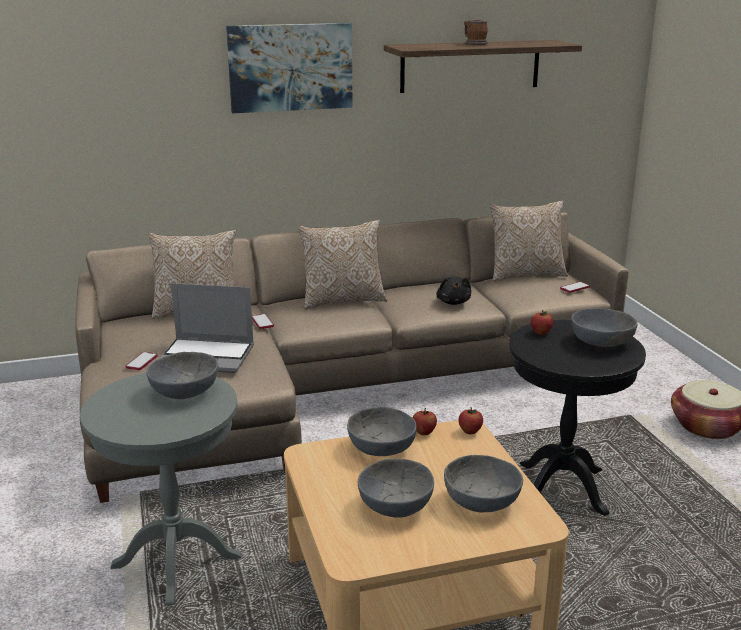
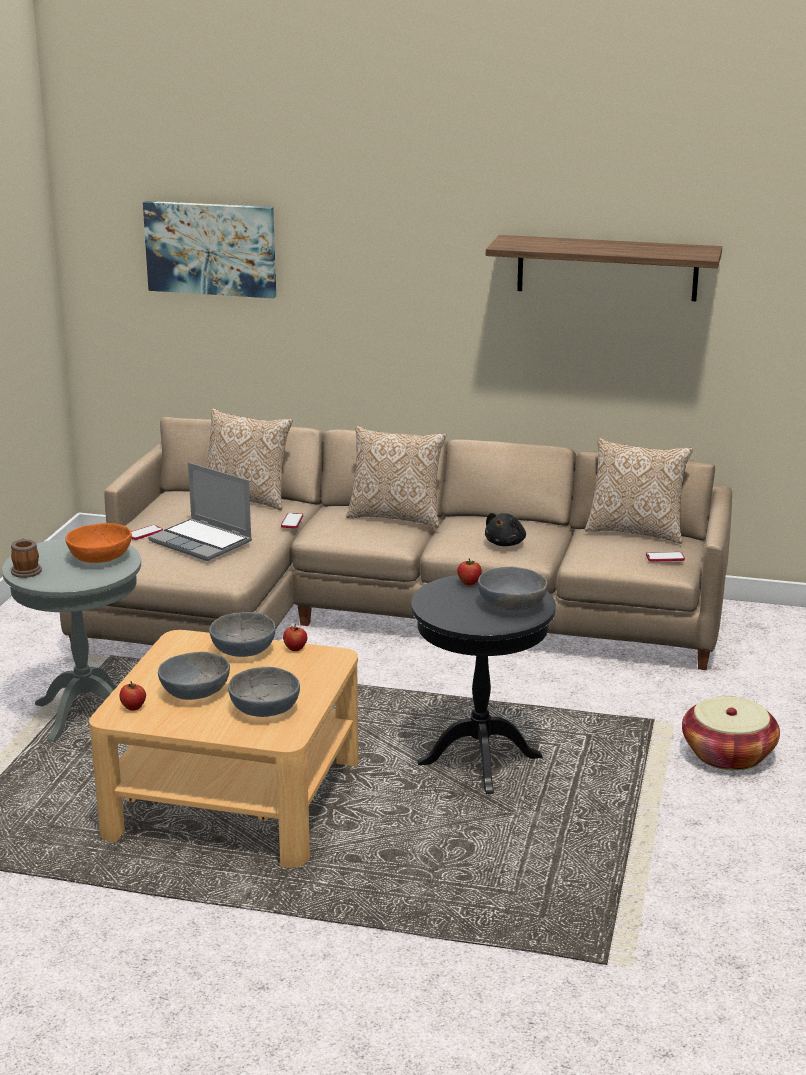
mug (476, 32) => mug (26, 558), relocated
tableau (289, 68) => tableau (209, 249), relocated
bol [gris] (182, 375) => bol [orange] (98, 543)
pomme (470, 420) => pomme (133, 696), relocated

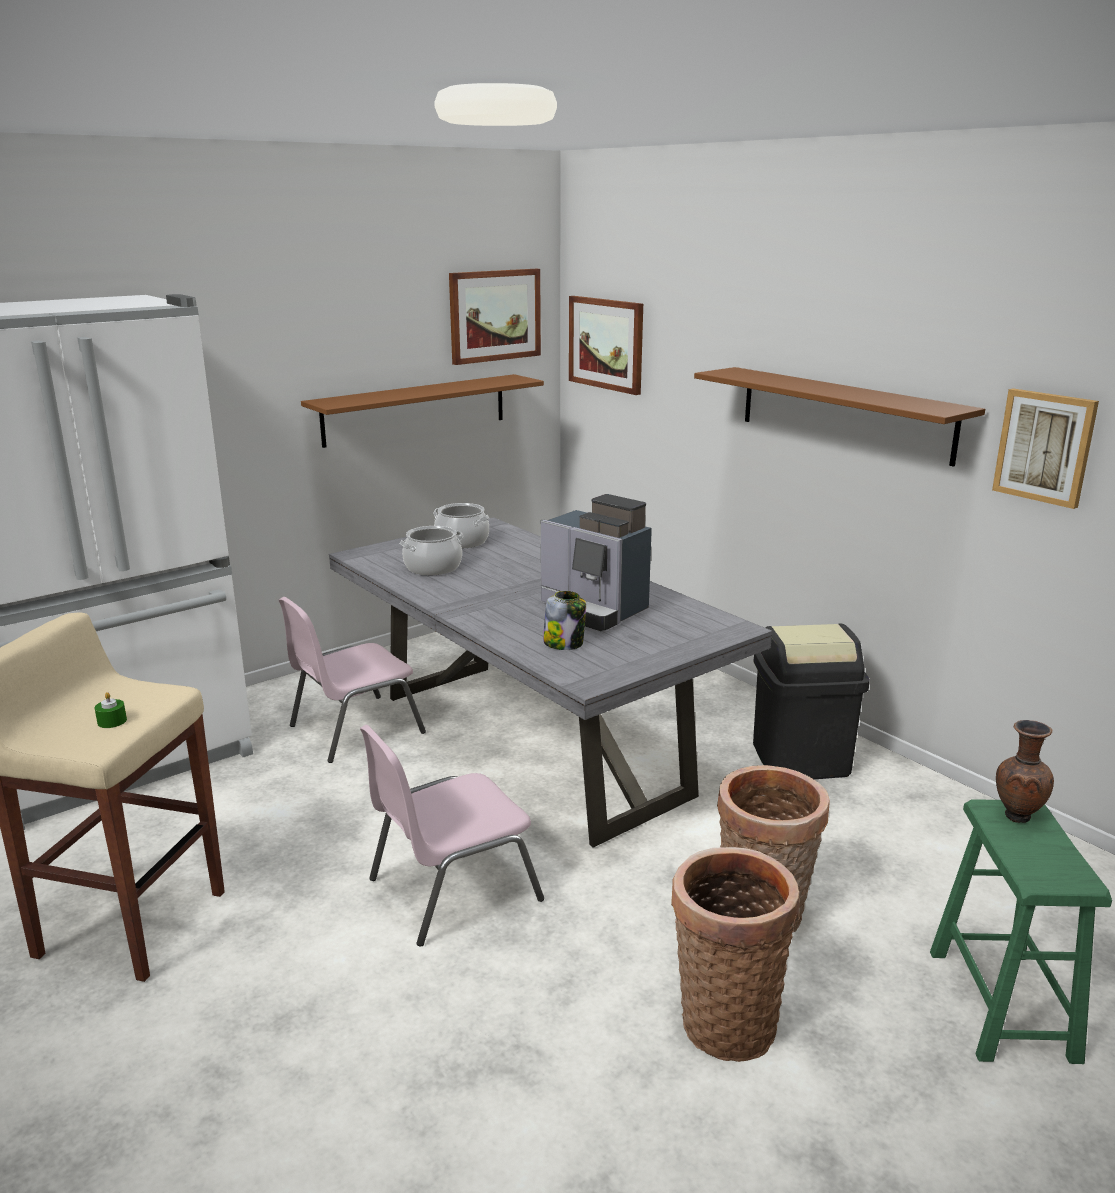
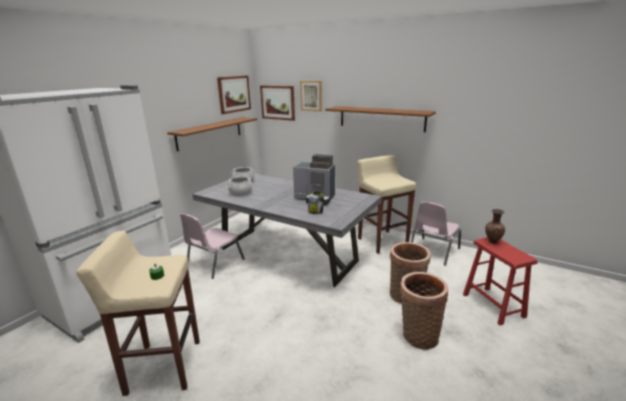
tableau (1045, 448) => tableau (311, 96), relocated
poubelle [noir] (811, 701) => tabouret [beige] (386, 204)
chaise [rose] (452, 835) => chaise [rose] (436, 234), relocated
tabouret [vert] (1021, 931) => tabouret [rouge] (500, 281)

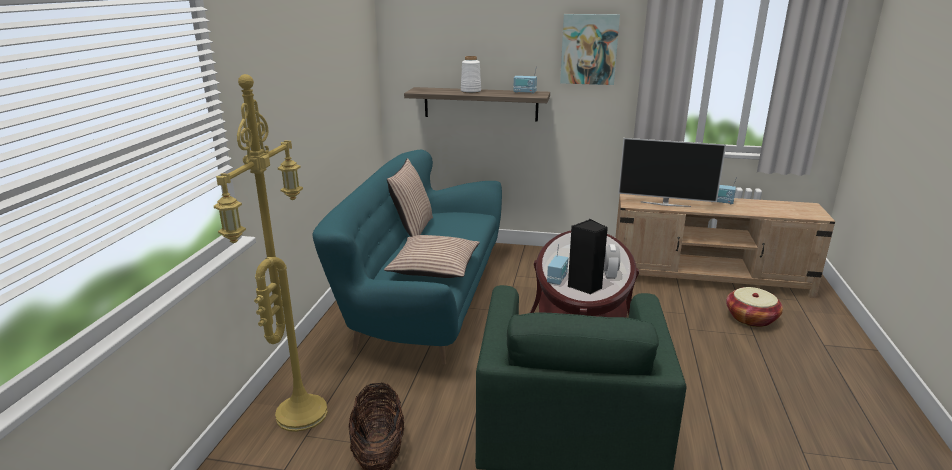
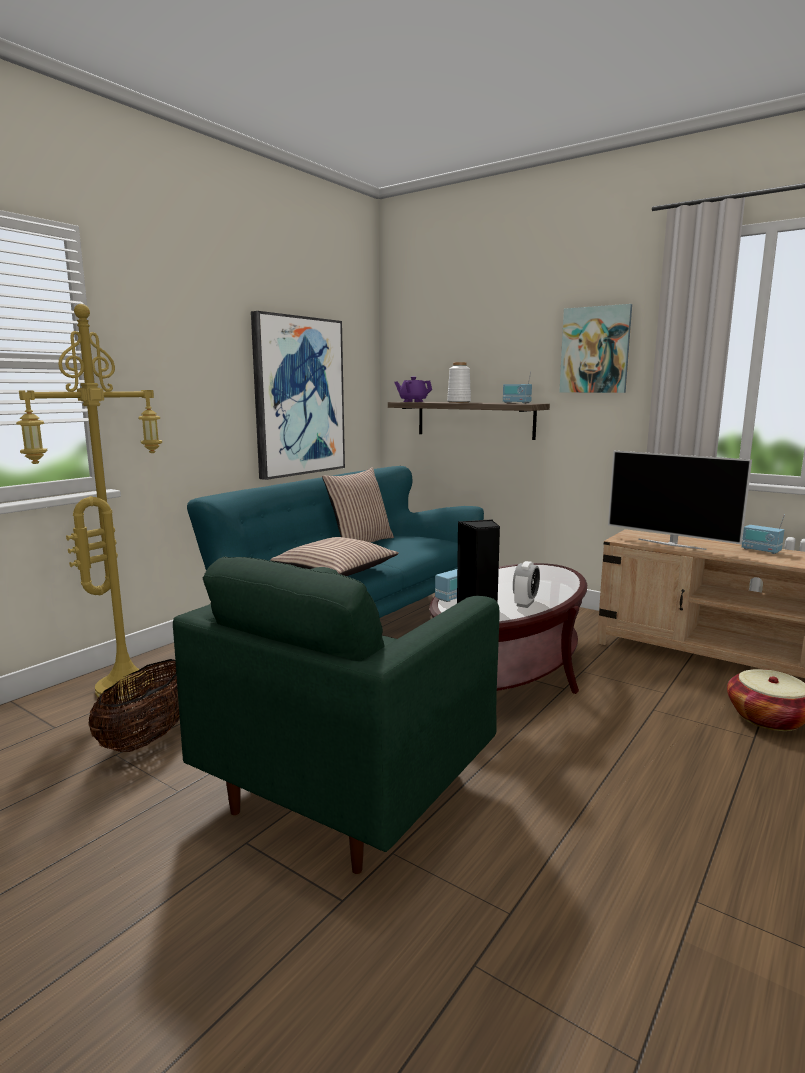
nothing => tableau (298, 395)
nothing => théière [violet] (413, 389)

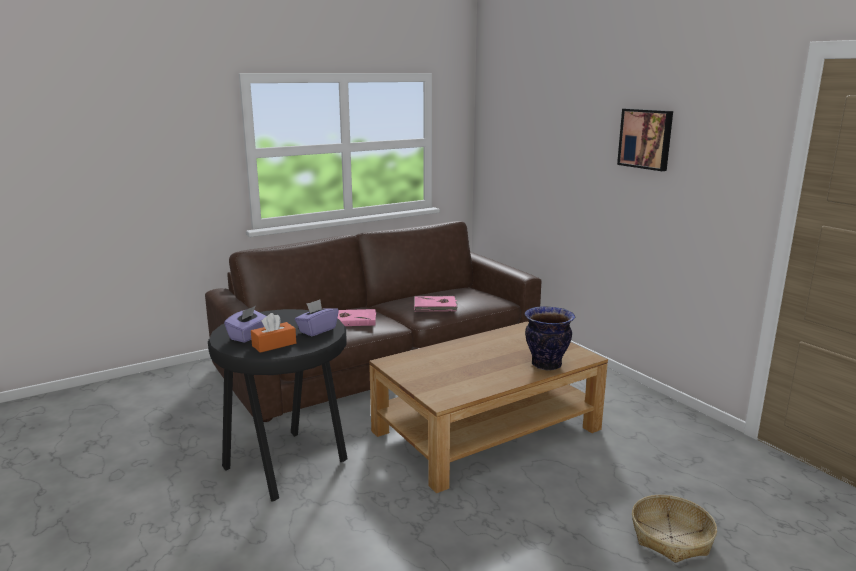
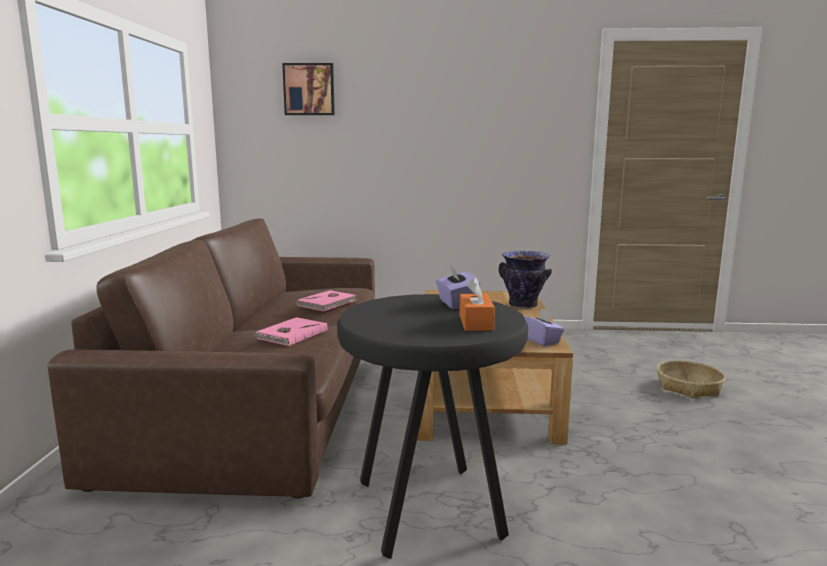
tableau (645, 139) => tableau (308, 89), relocated
boîte à mouchoirs [violet] (245, 324) => boîte à mouchoirs [violet] (544, 327), relocated

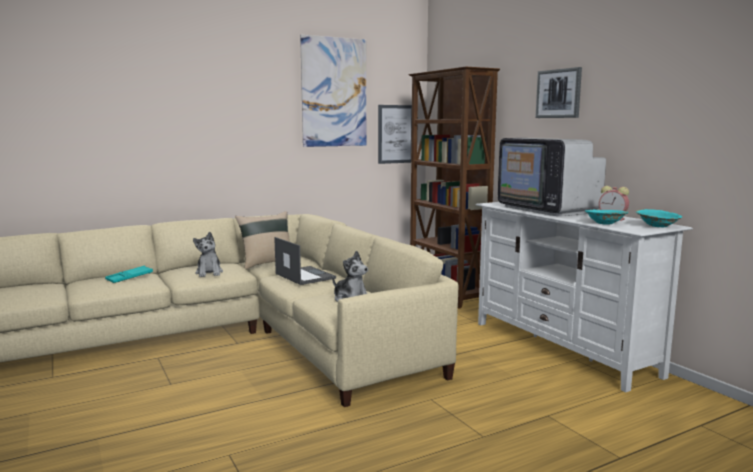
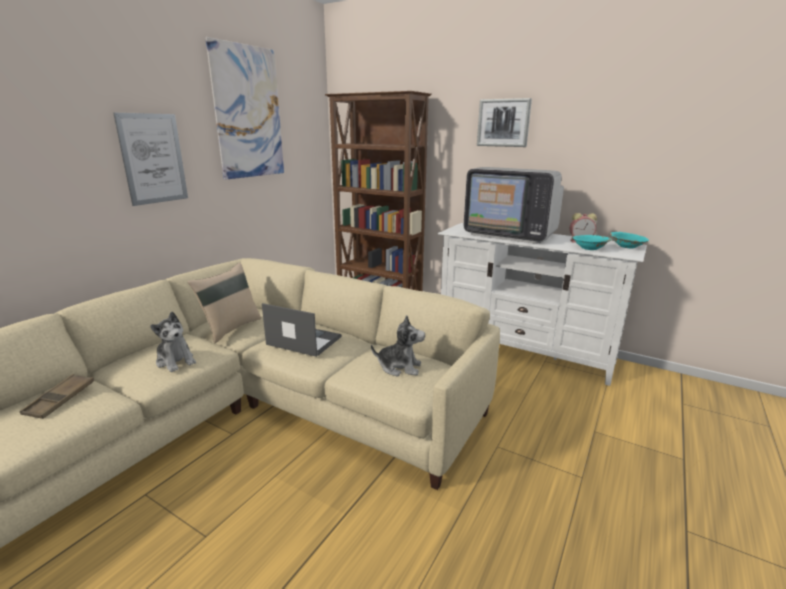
tableau (395, 134) => tableau (150, 159), relocated
plateau [turquoise] (129, 274) => plateau [marron] (57, 396)

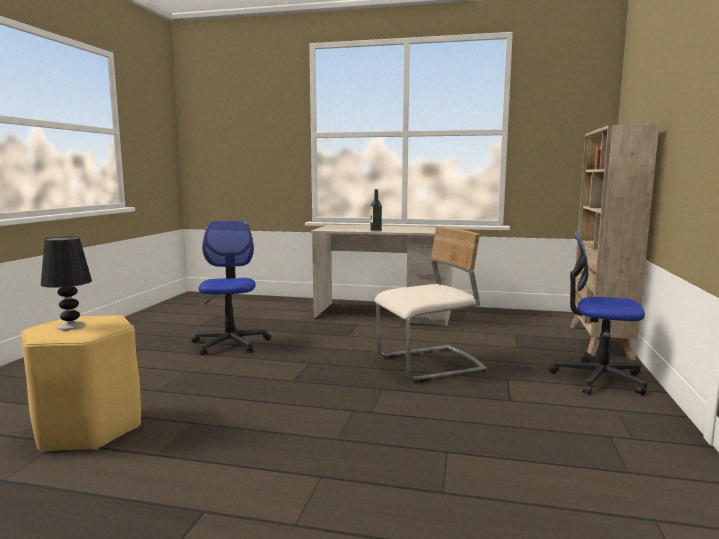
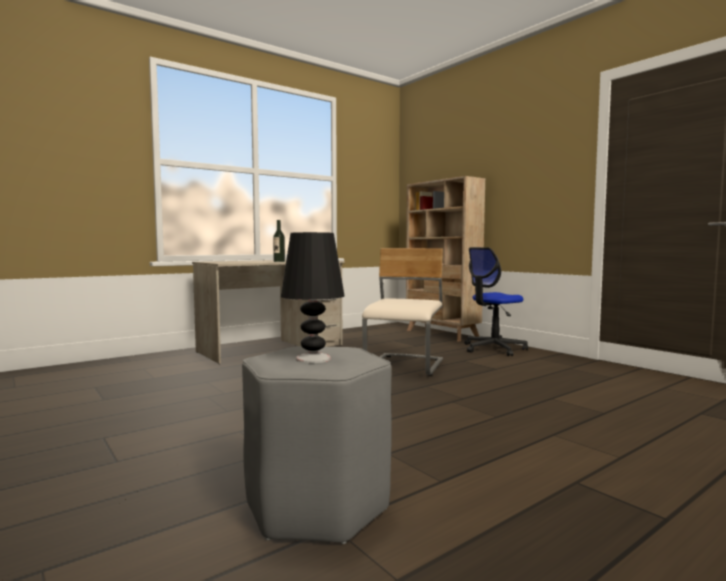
chaise de bureau (231, 288) => nothing
tabouret [jaune] (81, 383) => tabouret [gris] (317, 445)

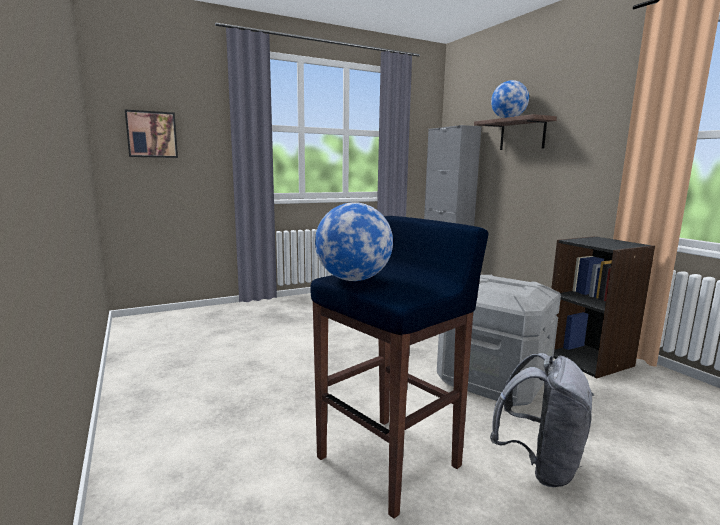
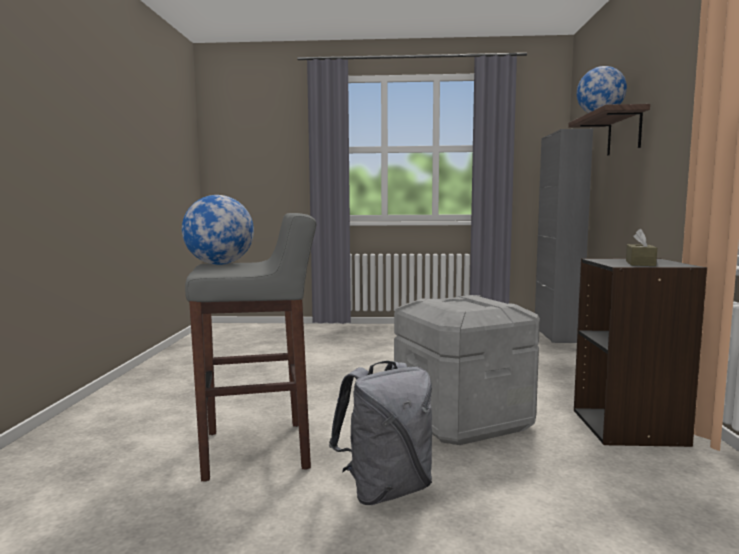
tableau (151, 134) => nothing
tabouret [bleu] (399, 367) => tabouret [gris] (250, 347)
nothing => boîte à mouchoirs [marron] (641, 247)

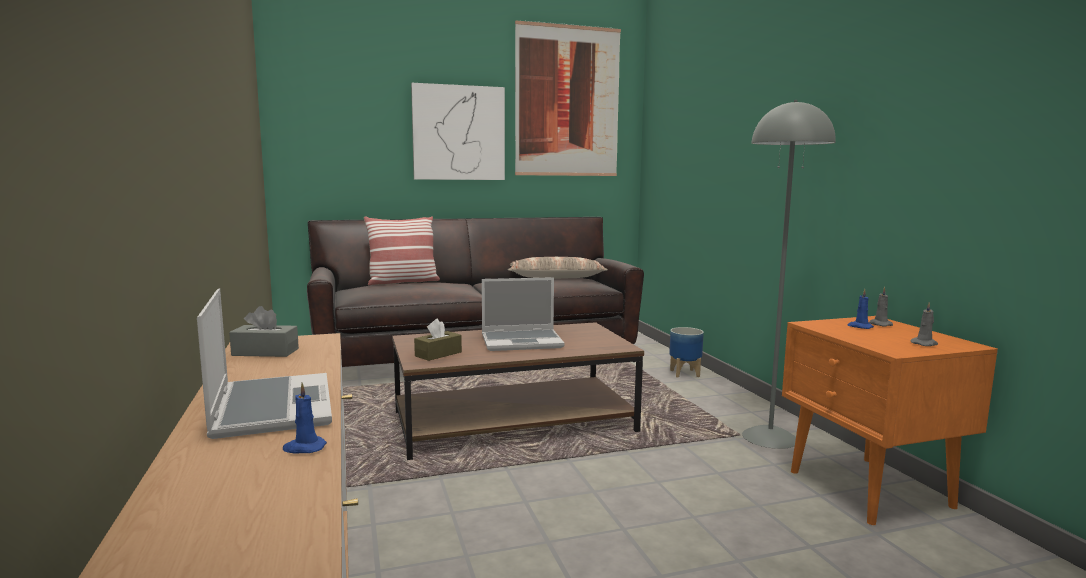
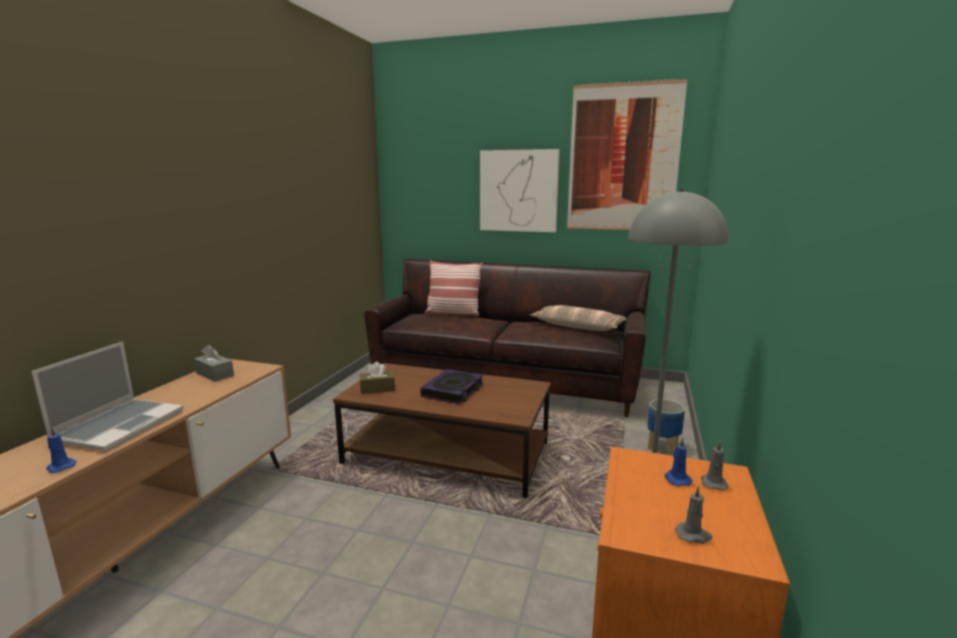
ordinateur portable (523, 314) => livre (451, 386)

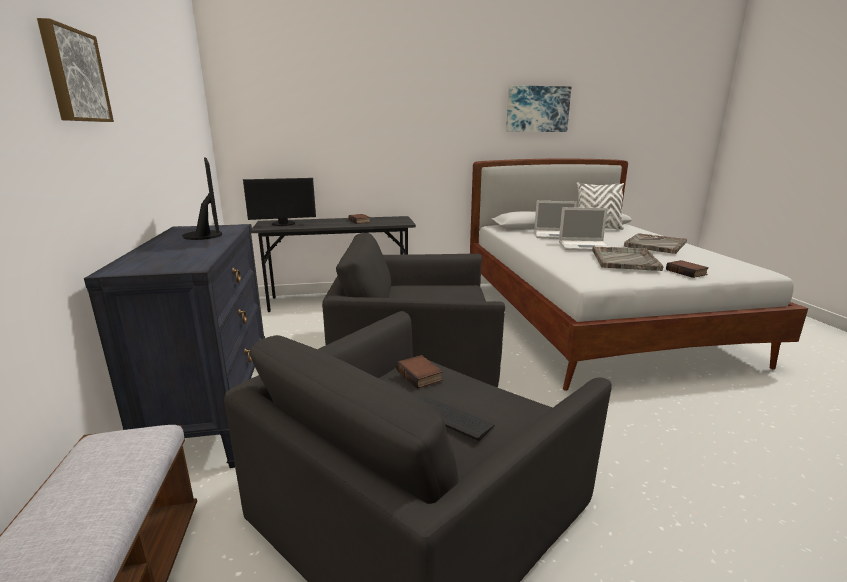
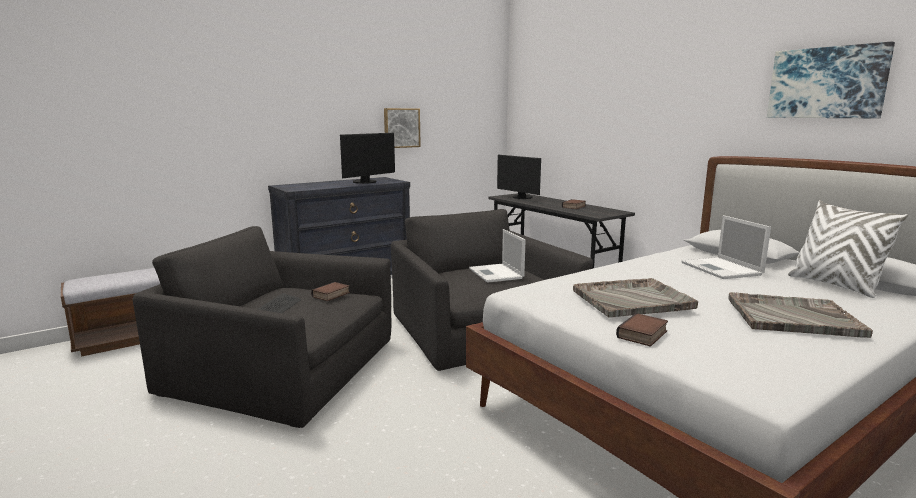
tableau (75, 70) => tableau (402, 128), relocated
ordinateur portable (584, 229) => ordinateur portable (497, 256), relocated

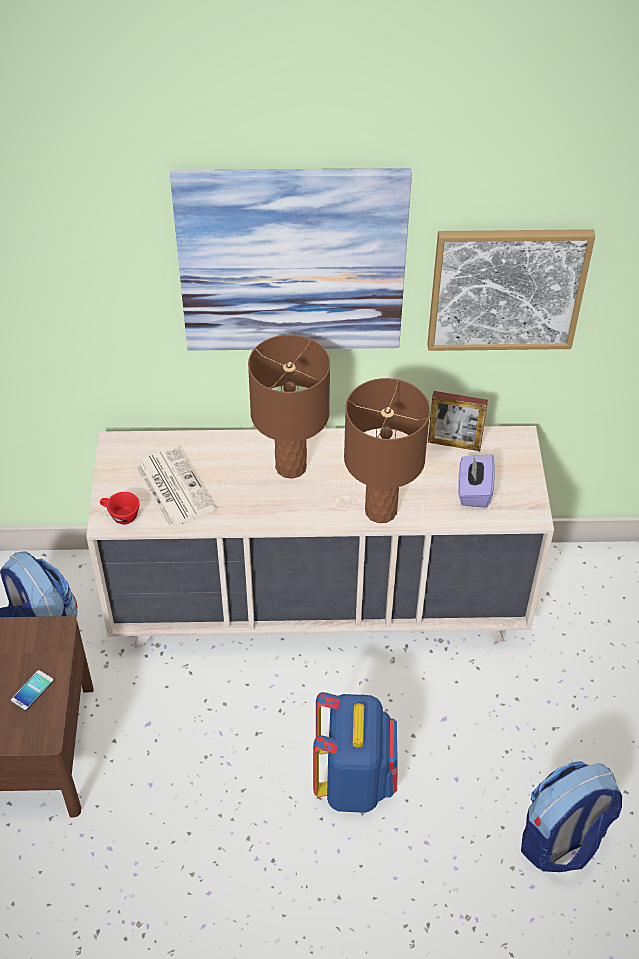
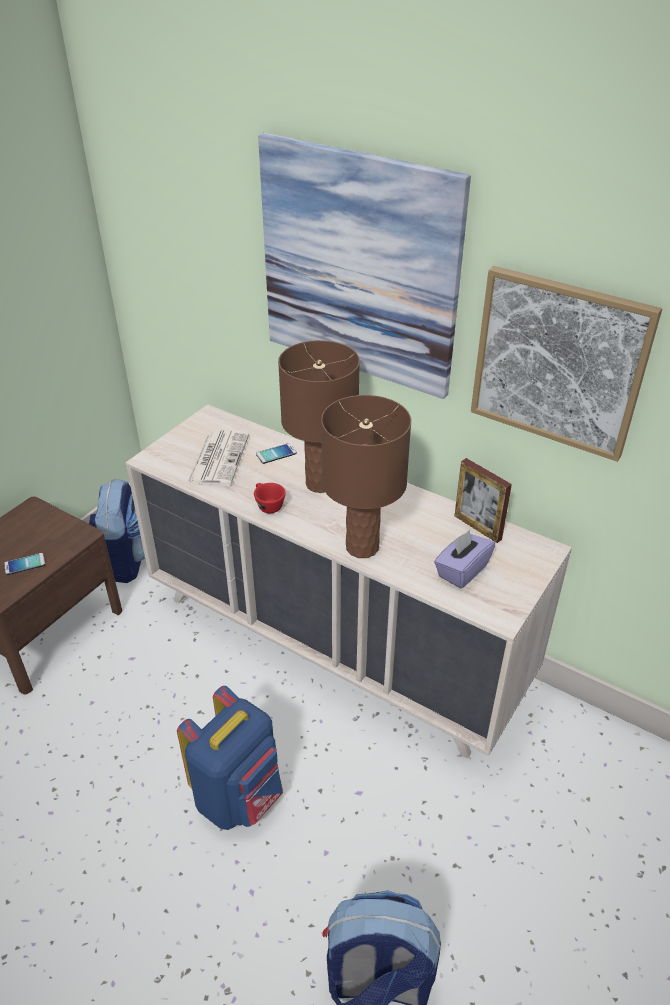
tasse [rouge] (119, 508) => tasse [rouge] (270, 498), relocated
nothing => téléphone (276, 453)

